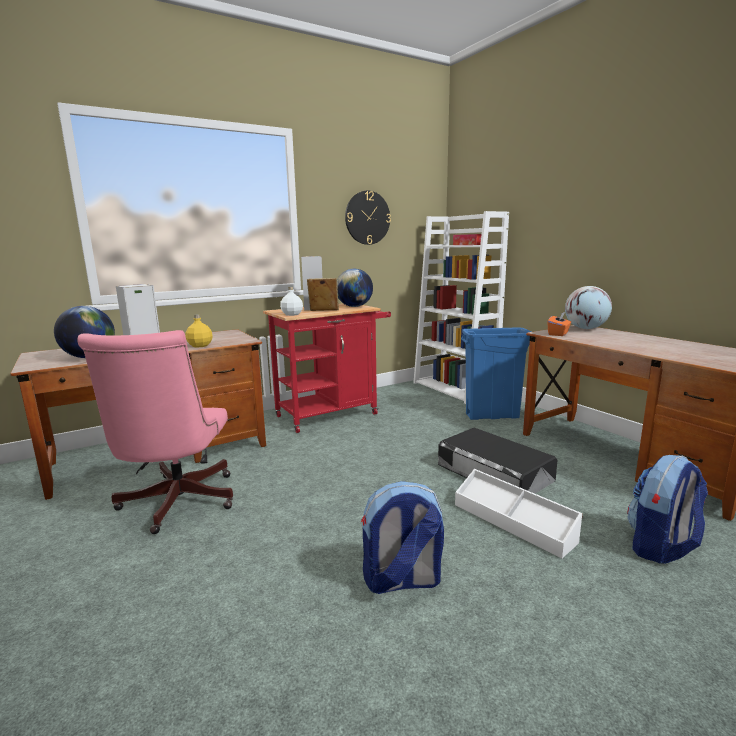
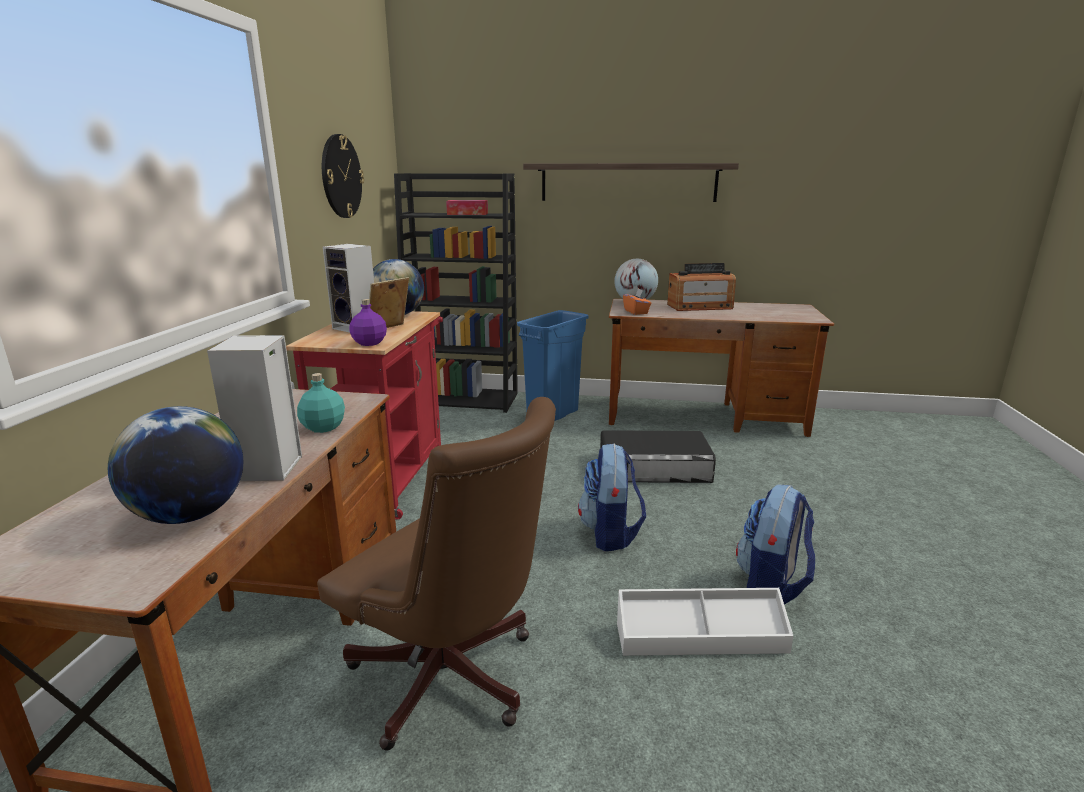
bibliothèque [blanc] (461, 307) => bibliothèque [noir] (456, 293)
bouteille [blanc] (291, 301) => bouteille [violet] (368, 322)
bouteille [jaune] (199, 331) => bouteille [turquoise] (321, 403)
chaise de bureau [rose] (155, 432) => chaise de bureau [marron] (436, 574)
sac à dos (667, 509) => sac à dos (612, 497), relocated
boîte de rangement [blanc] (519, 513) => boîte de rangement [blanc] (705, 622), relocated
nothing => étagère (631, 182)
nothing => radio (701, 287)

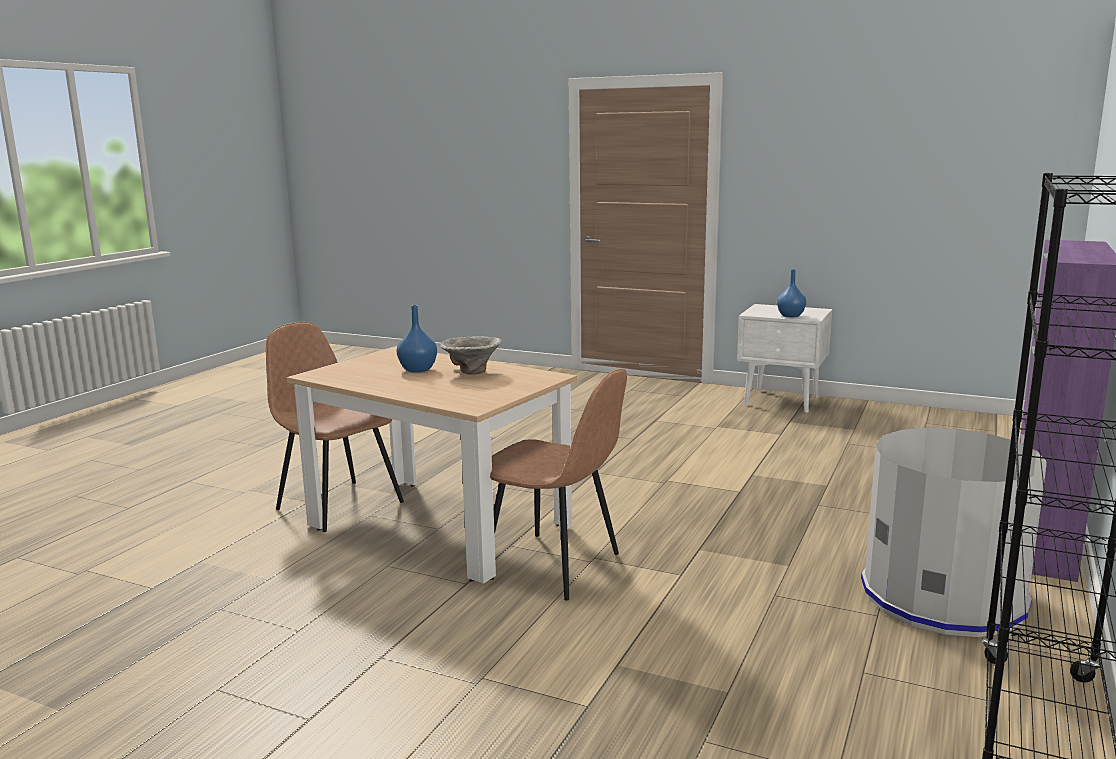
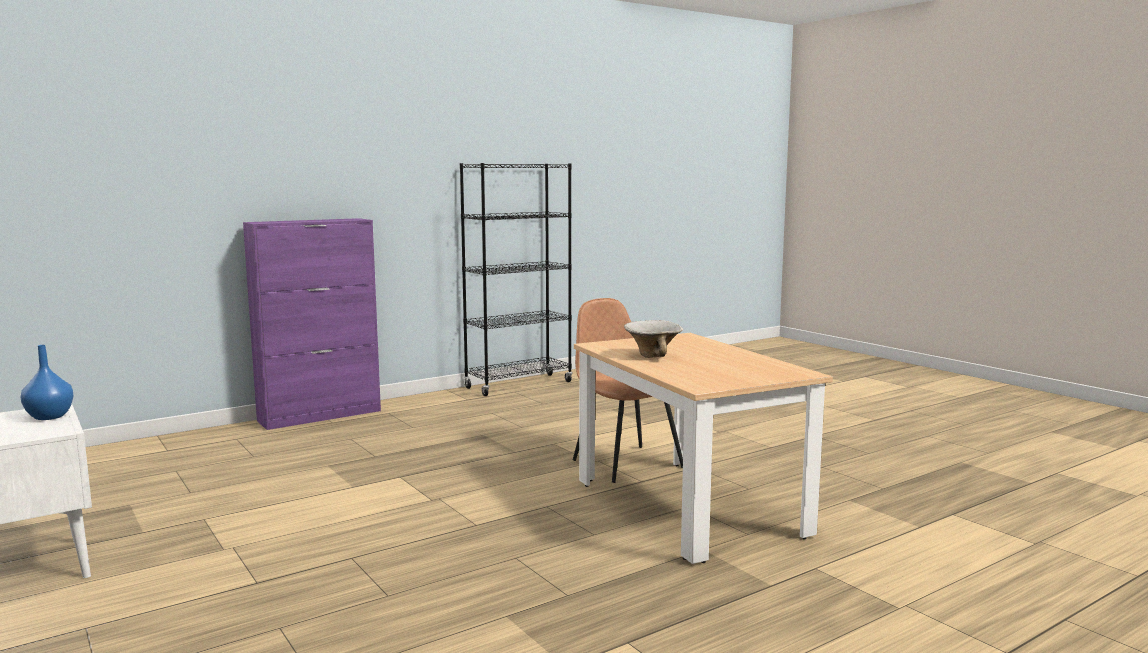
vase [bleu] (416, 339) => nothing
chaise [marron] (335, 427) => nothing
poubelle [gris] (954, 532) => nothing

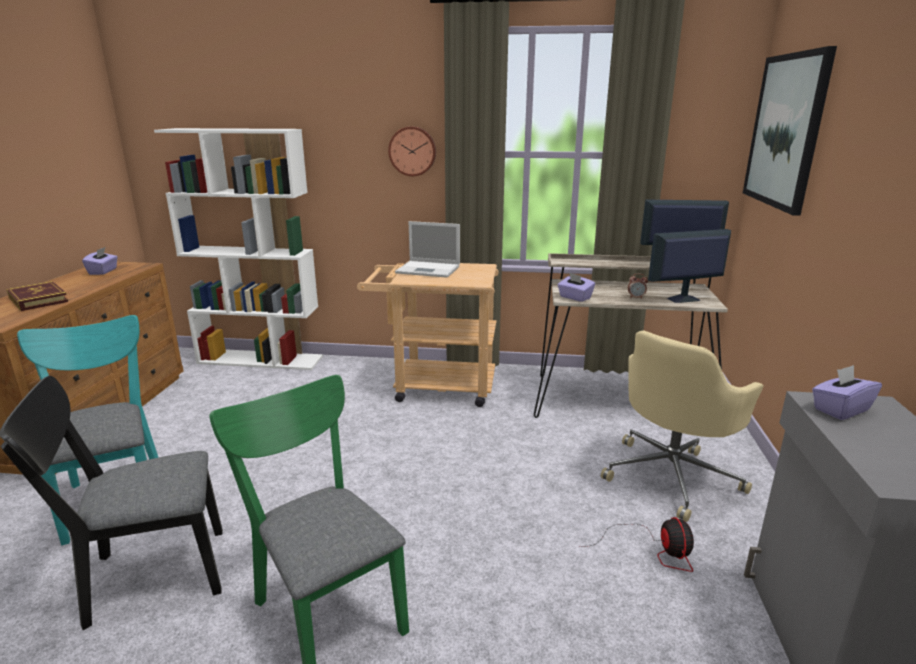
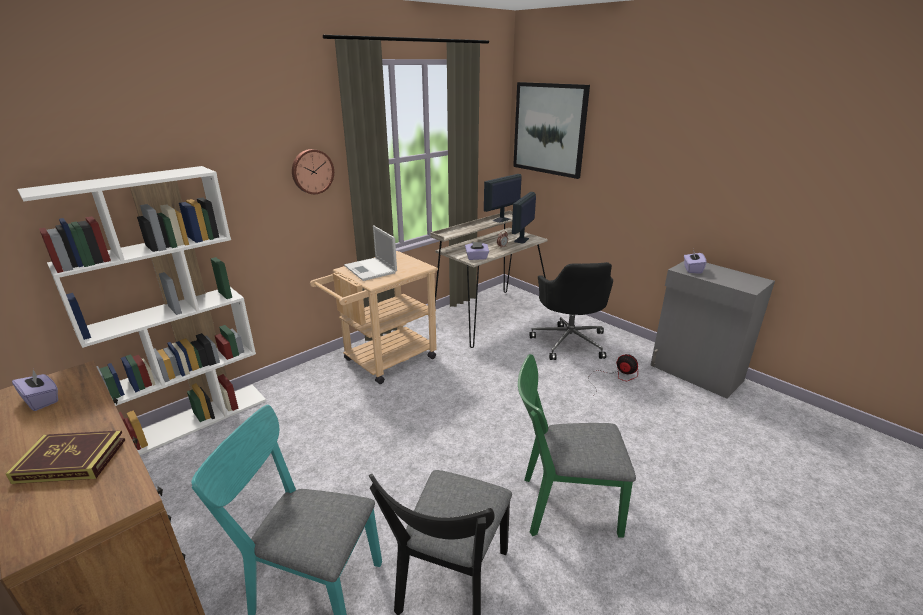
ordinateur portable (427, 249) => ordinateur portable (370, 253), 90 degrees clockwise
chaise de bureau [beige] (682, 426) => chaise de bureau [noir] (571, 311)

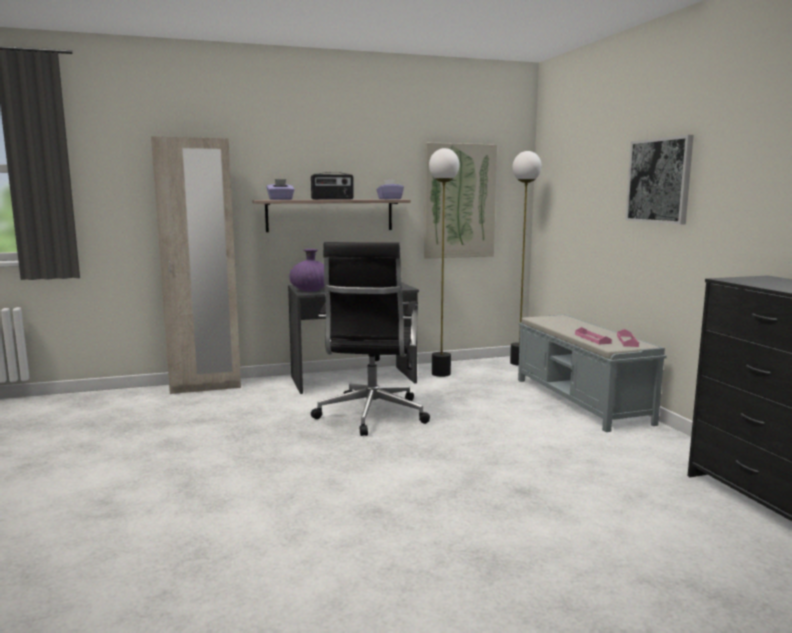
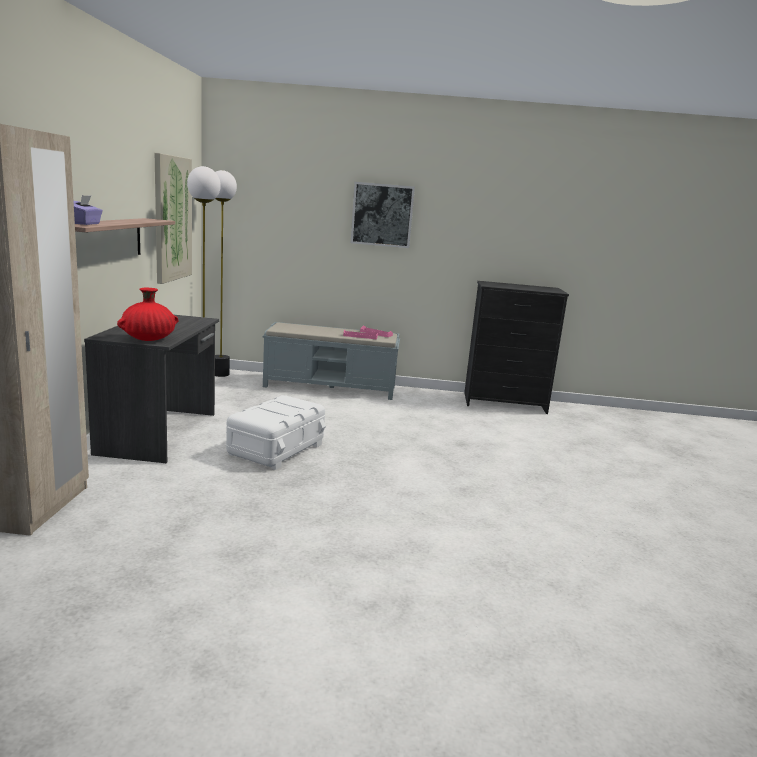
radio (332, 186) => nothing
boîte à mouchoirs [violet] (390, 189) => nothing
chaise de bureau [noir] (370, 339) => boîte de rangement [blanc] (276, 432)
vase [violet] (307, 270) => vase [rouge] (147, 314)

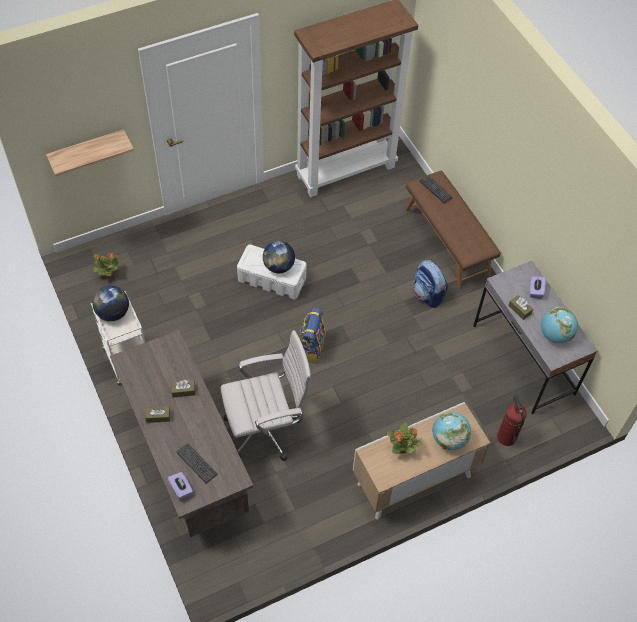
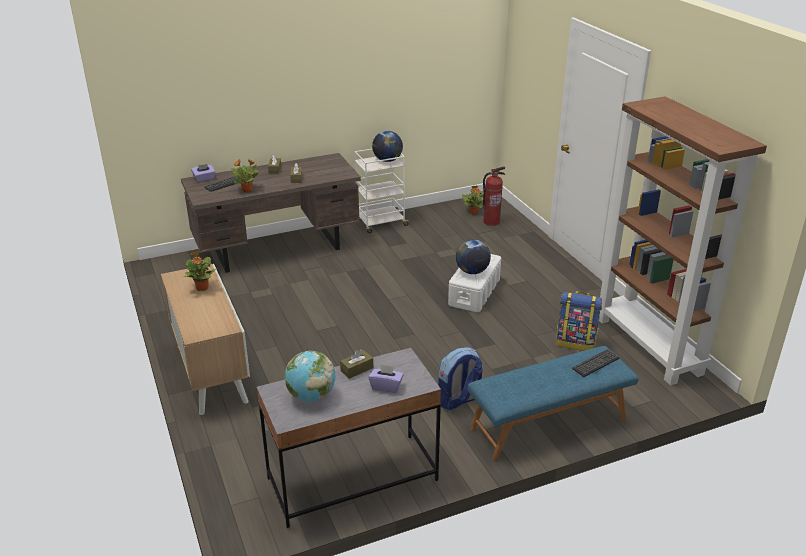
étagère (90, 152) => nothing
banc [marron] (453, 230) => banc [bleu] (553, 403)
sac à dos (312, 336) => sac à dos (579, 321), relocated
chaise de bureau [blanc] (266, 395) => nothing
extincteur (512, 420) => extincteur (493, 196), relocated
globe (452, 431) => nothing
nothing => plante en pot (245, 175)

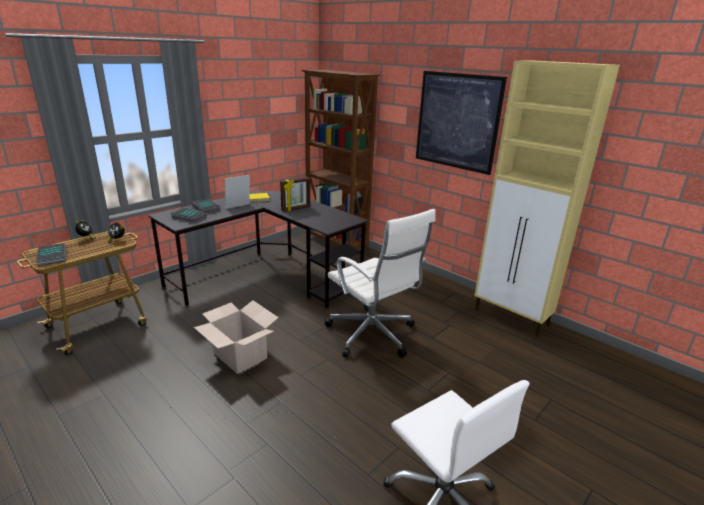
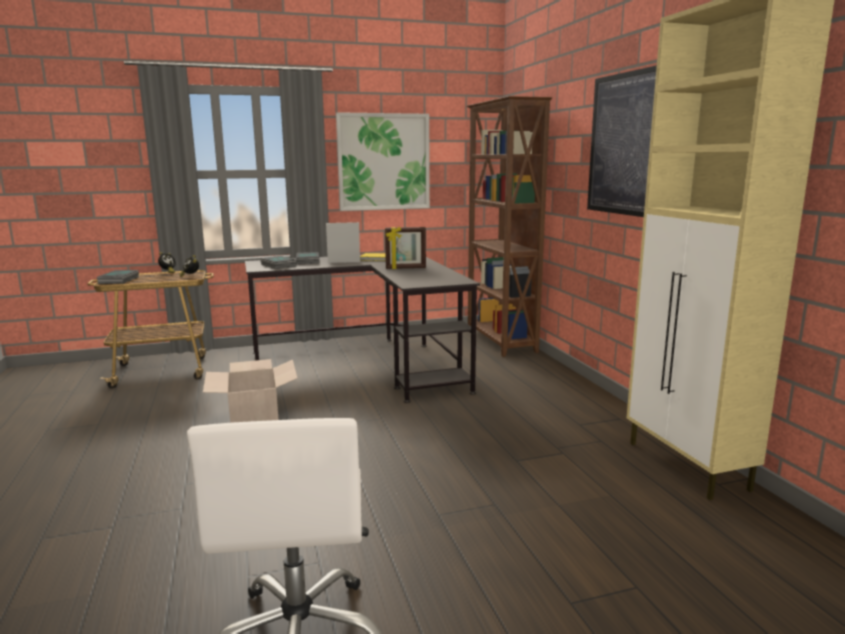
chaise de bureau [blanc] (380, 283) => nothing
nothing => tableau (383, 161)

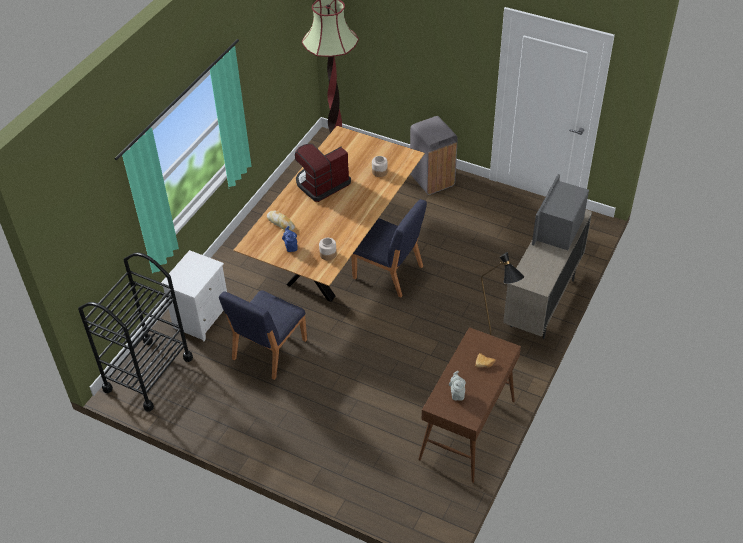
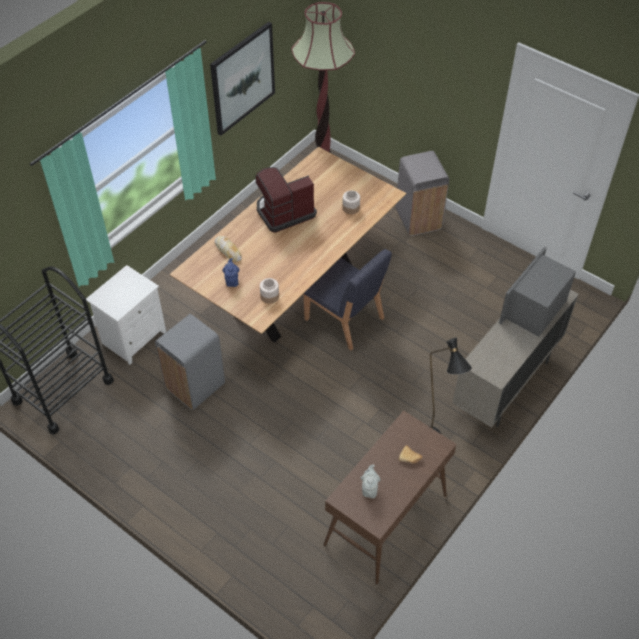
chaise [bleu] (263, 335) => poubelle [gris] (190, 362)
nothing => tableau (242, 79)

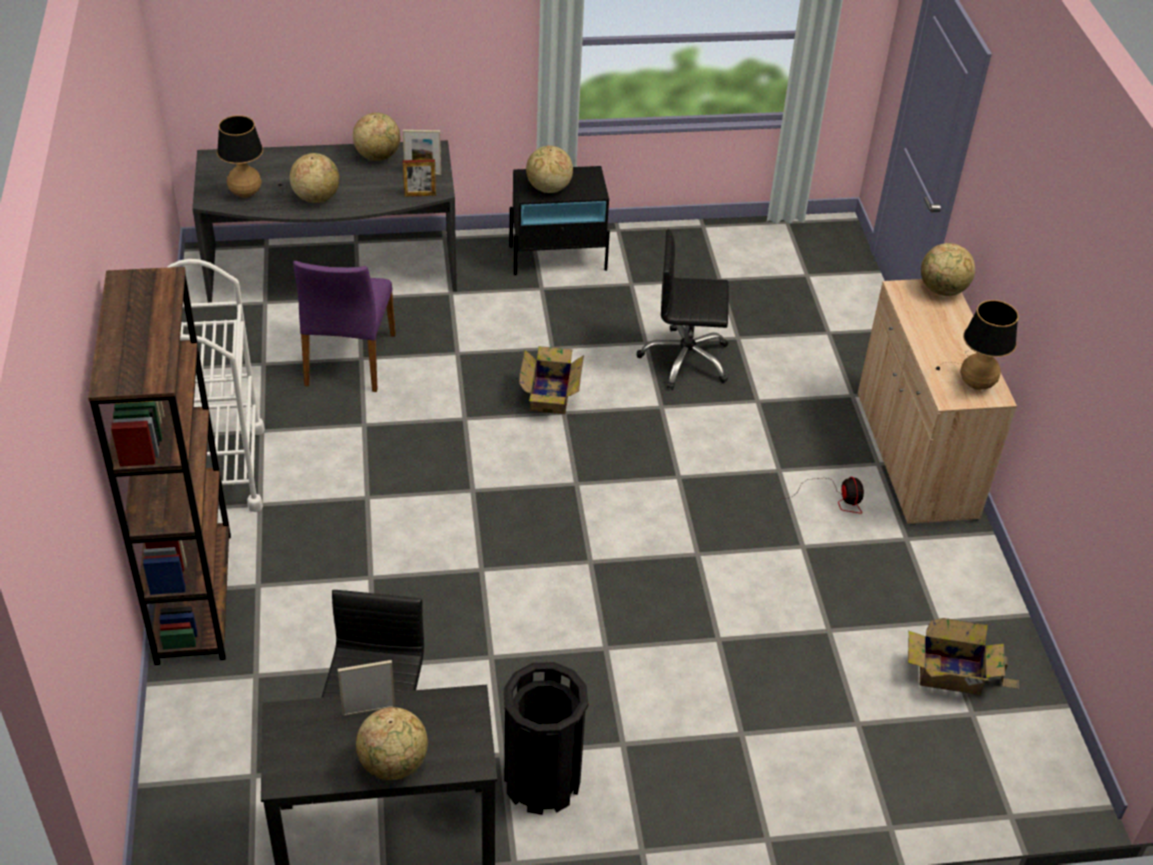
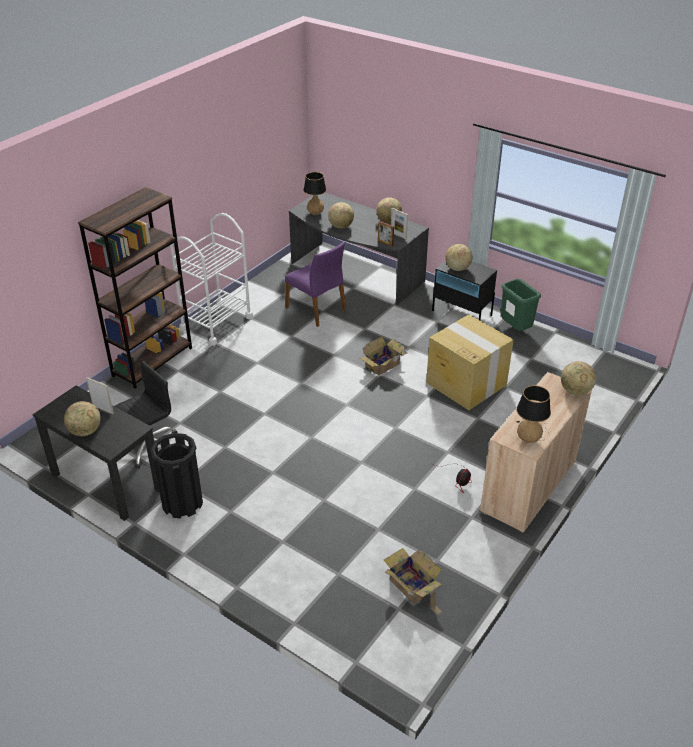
chaise de bureau [noir] (683, 309) => carton (470, 362)
chaise [violet] (344, 326) => chaise [violet] (315, 284), 90 degrees counterclockwise
nothing => poubelle [vert] (521, 305)

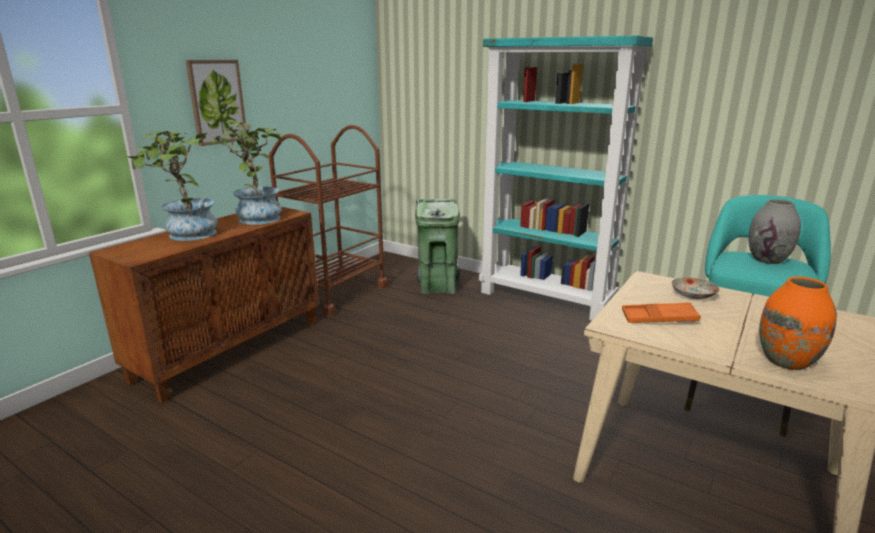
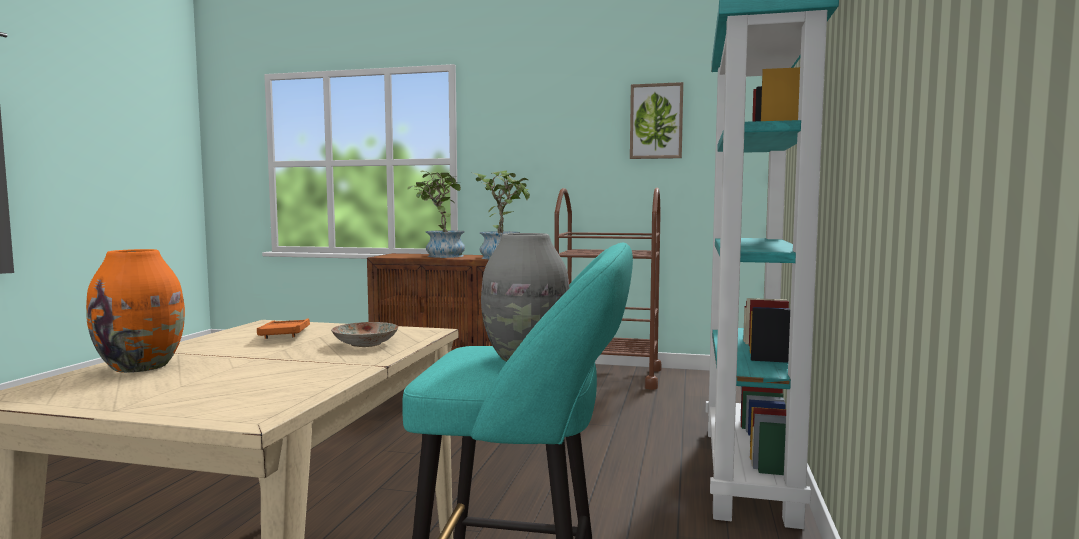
tableau (216, 103) => tableau (656, 120), relocated
poubelle [vert] (437, 246) => nothing

